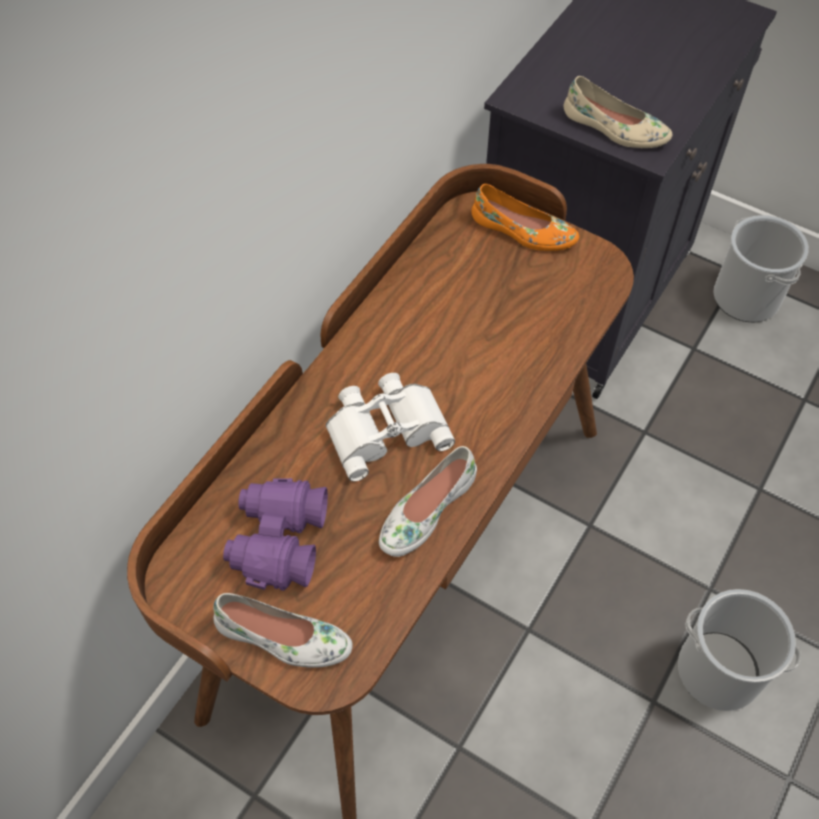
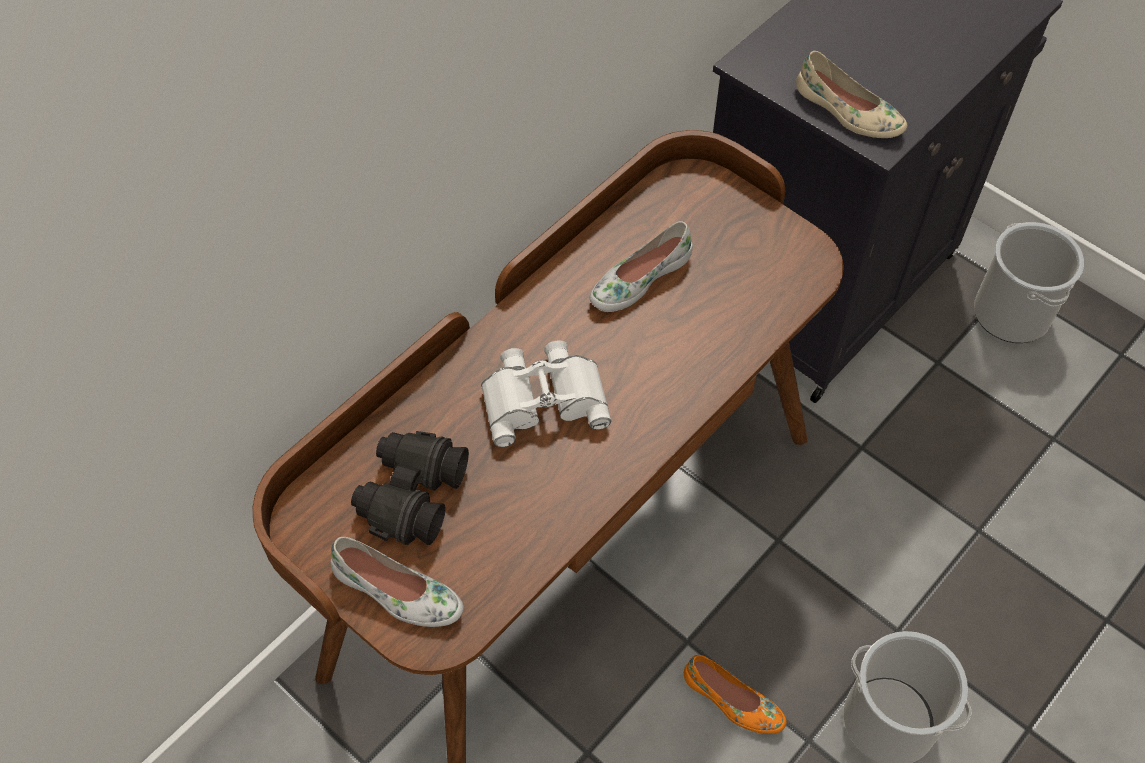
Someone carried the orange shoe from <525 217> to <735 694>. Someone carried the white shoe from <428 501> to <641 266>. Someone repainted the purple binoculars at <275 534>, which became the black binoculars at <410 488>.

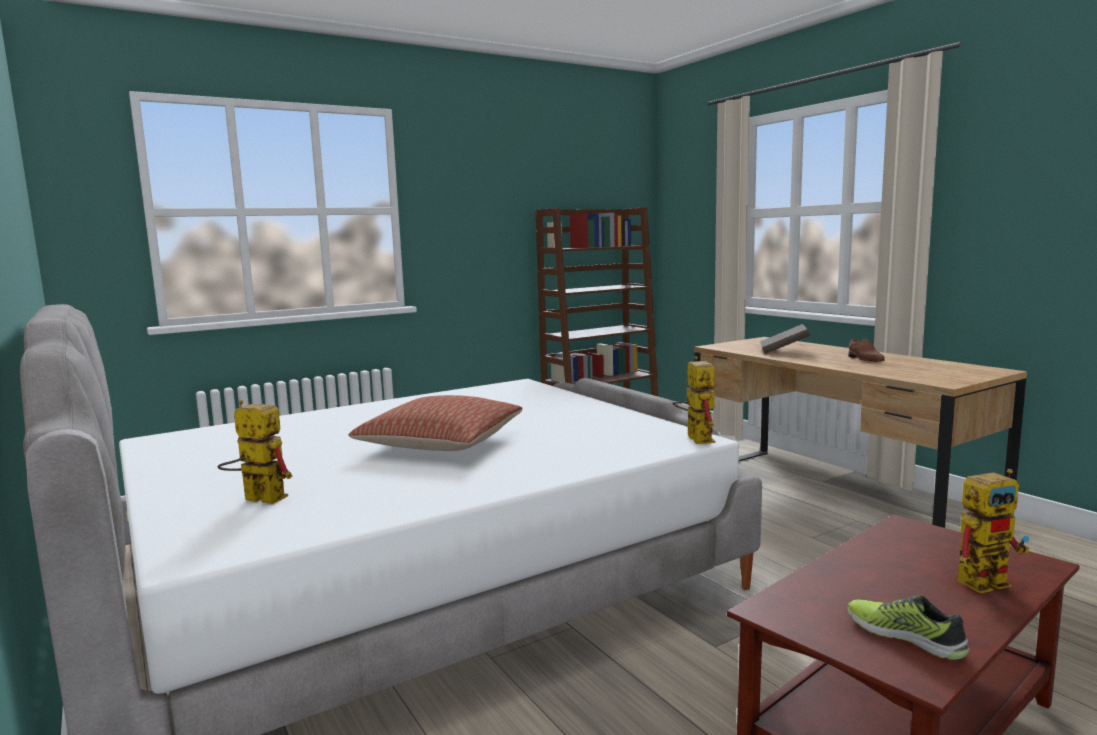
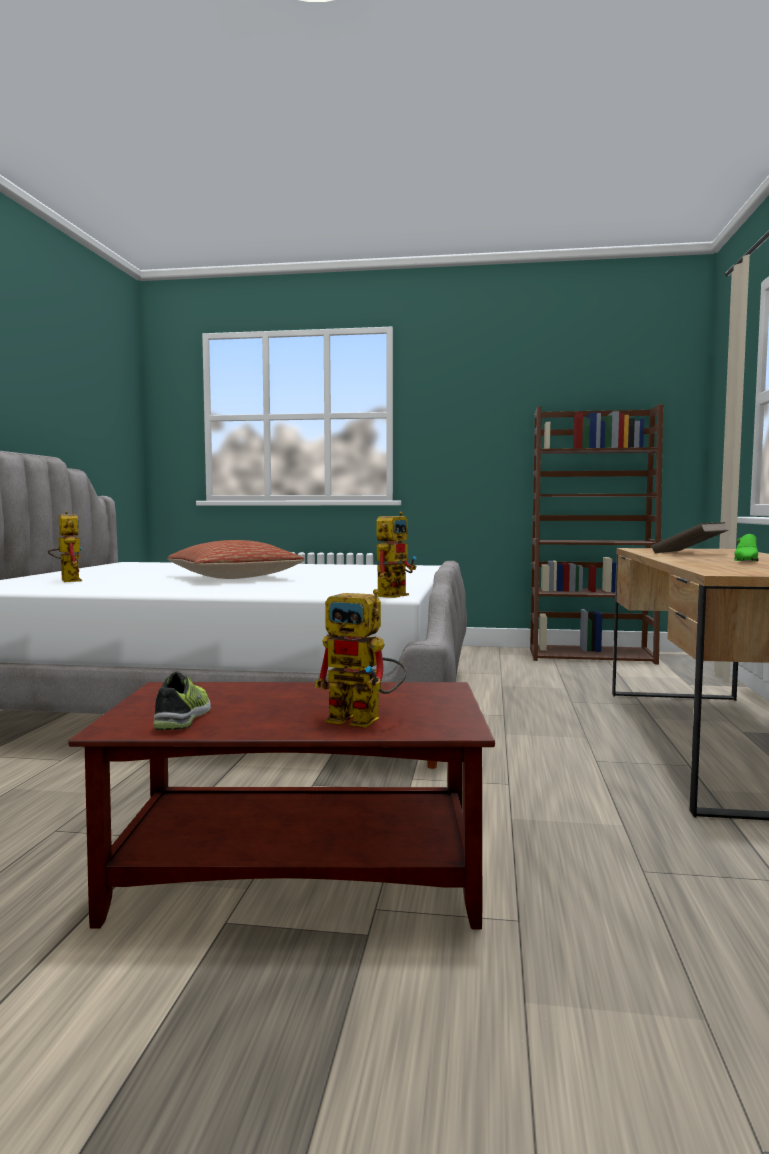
Someone repainted the brown shoe at <866 350>, which became the green shoe at <746 548>.

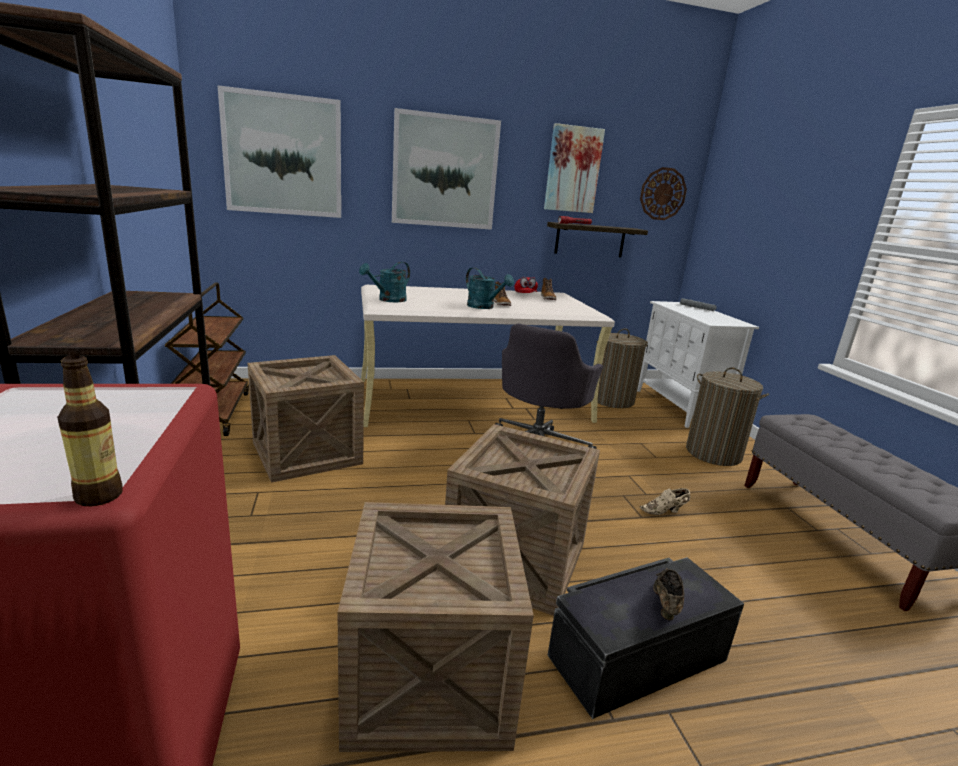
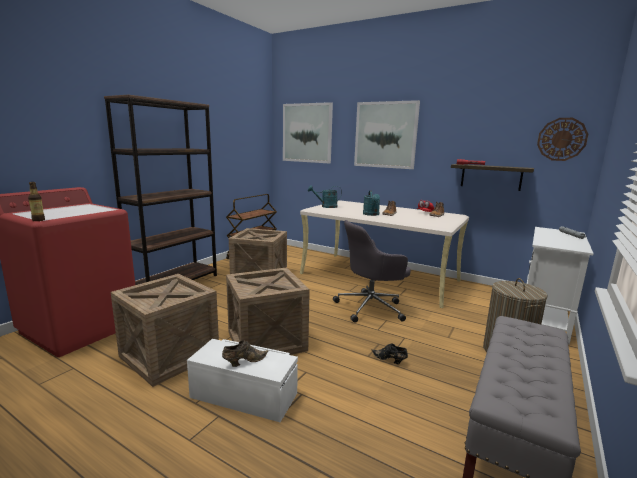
Someone took away the picture at <574 168>. Someone took away the laundry basket at <622 368>. Someone repainted the beige shoe at <665 501>, which became the black shoe at <389 353>. Someone repainted the black storage box at <646 638>, which became the white storage box at <242 380>.

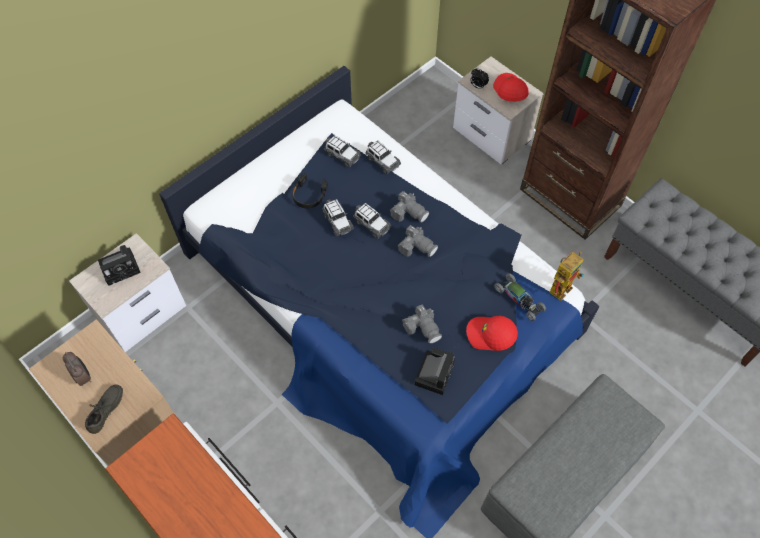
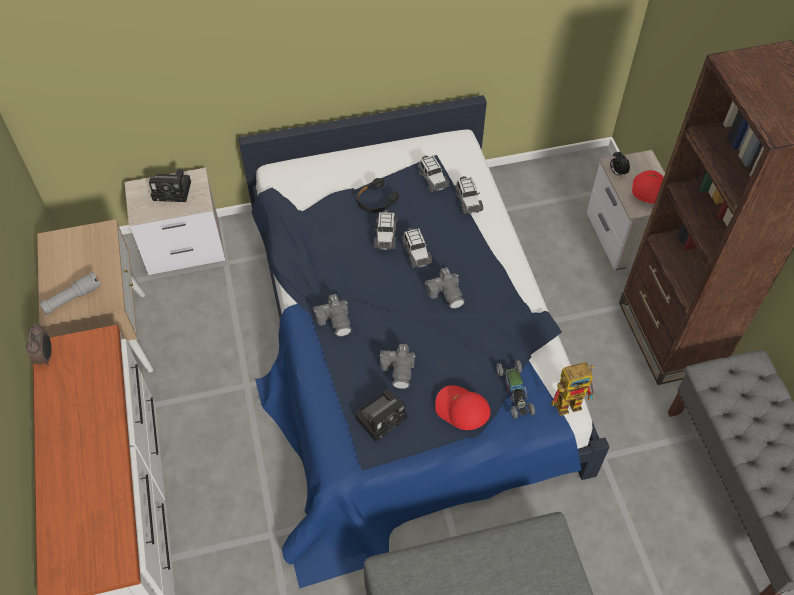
Someone carried the photo camera from <409 207> to <332 315>. Someone carried the alarm clock from <77 369> to <39 344>. Someone swapped the grey shoe at <104 409> for the grey flashlight at <70 293>.

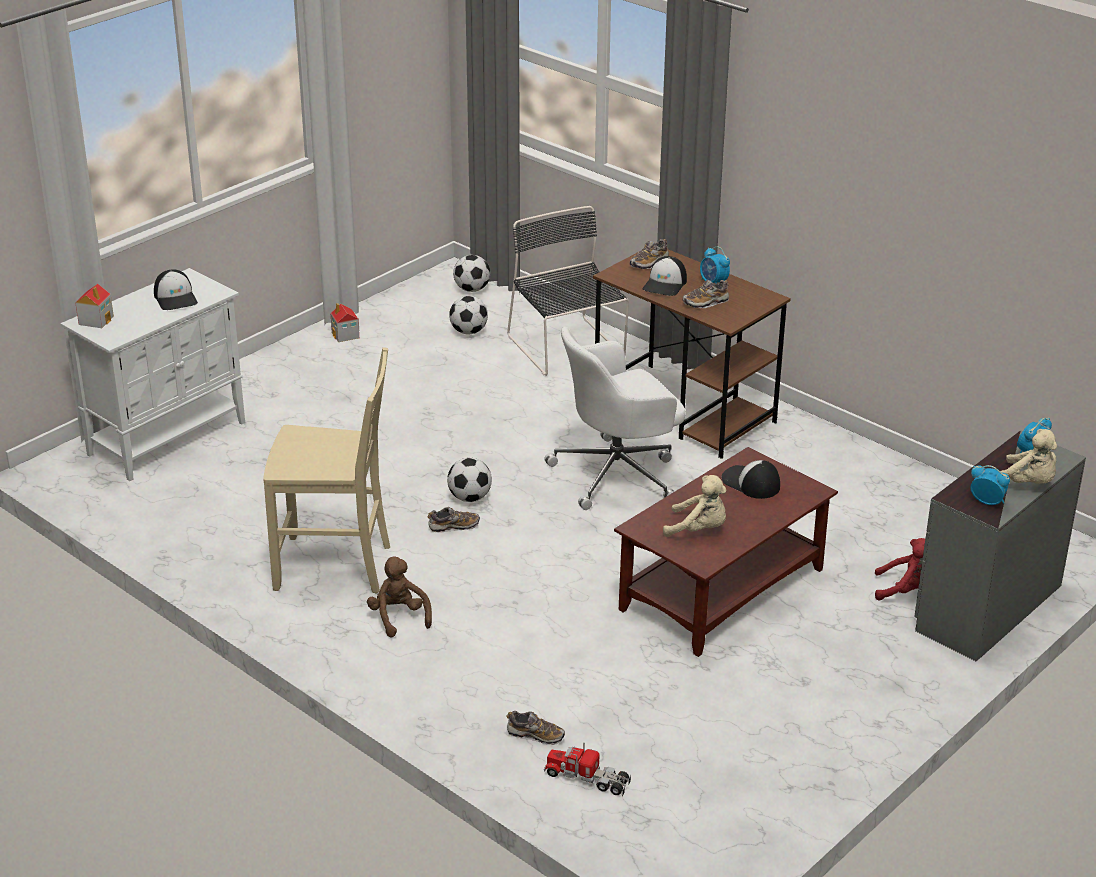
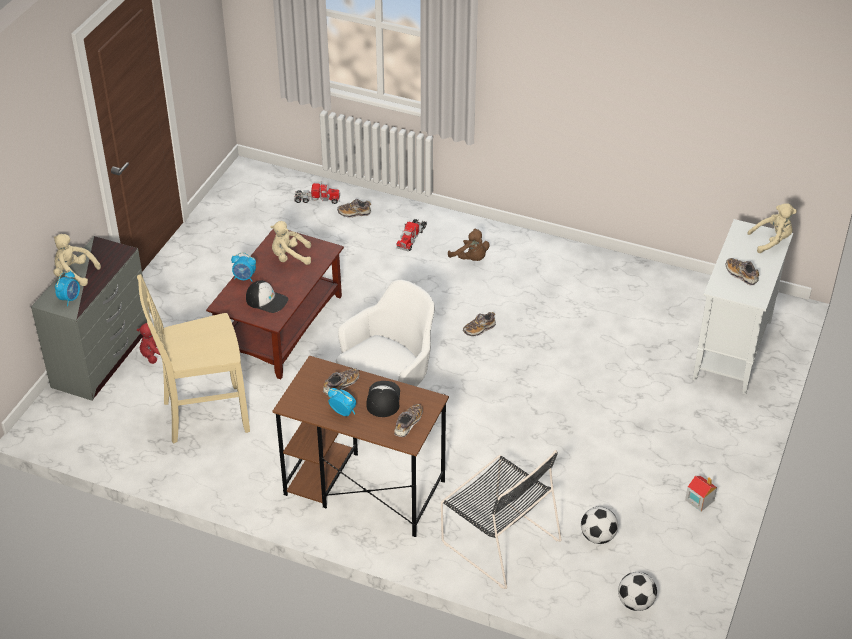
Someone swapped the cap at <176 290> for the shoe at <742 271>. Someone swapped the toy house at <94 306> for the beige plush toy at <772 228>. Someone carried the beige chair from <326 470> to <193 358>. Someone took away the football at <469 480>. Someone carried the alarm clock from <990 485> to <243 267>. Someone put down the toy truck at <411 235>.

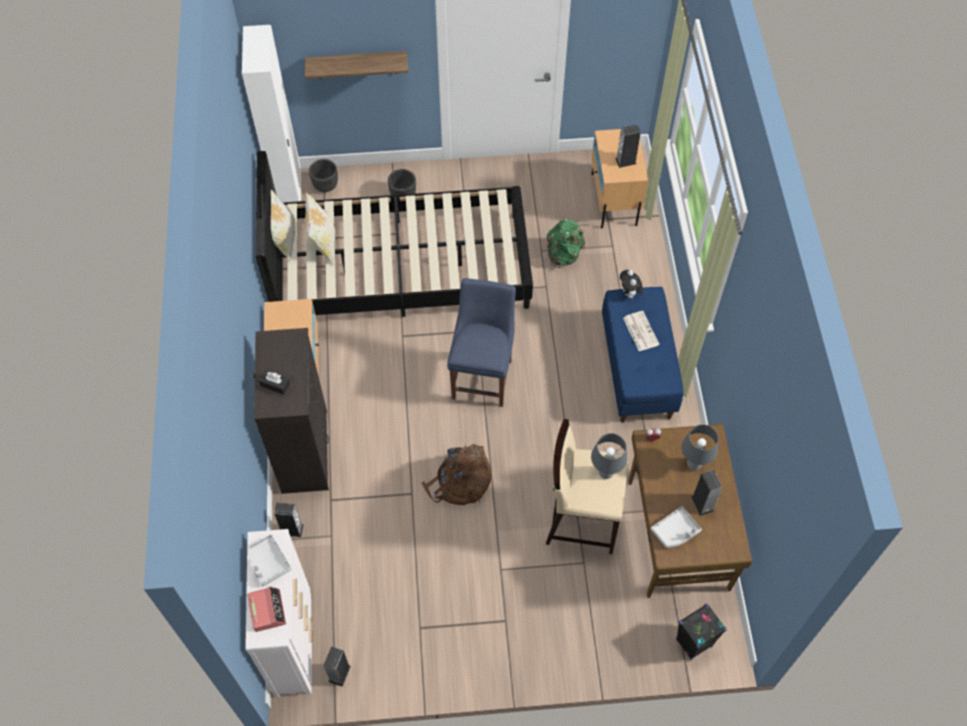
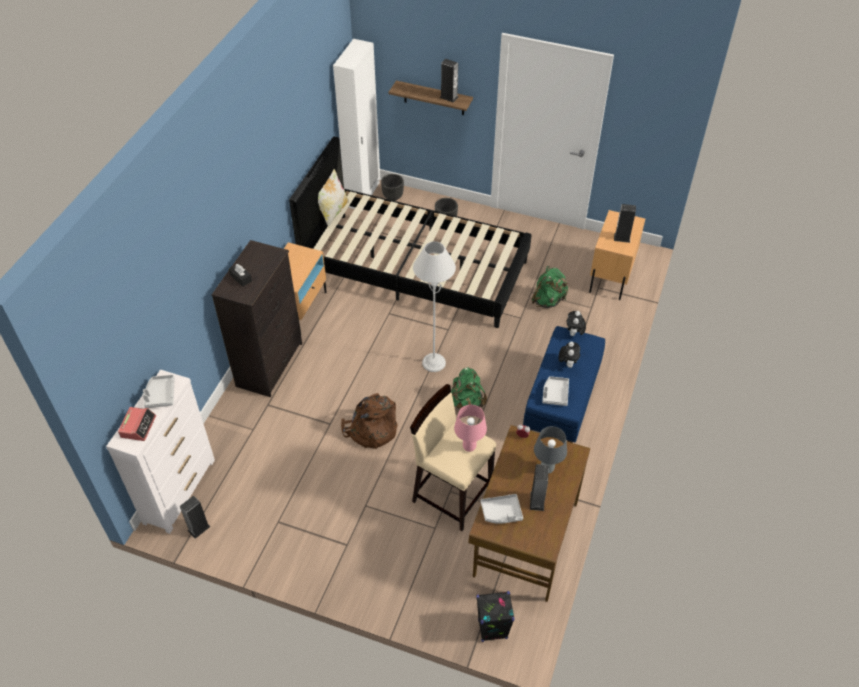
Someone took away the pillow at <320 228>. Someone swapped the blue chair at <481 342> for the grey floor lamp at <434 306>. Someone swapped the newspaper at <641 331> for the plush toy at <569 355>. Someone repainted the grey table lamp at <609 456>, which became the pink table lamp at <470 428>. Someone carried the speaker from <289 520> to <449 80>. Someone put down the green backpack at <469 388>. Someone put down the grey tray at <555 391>.

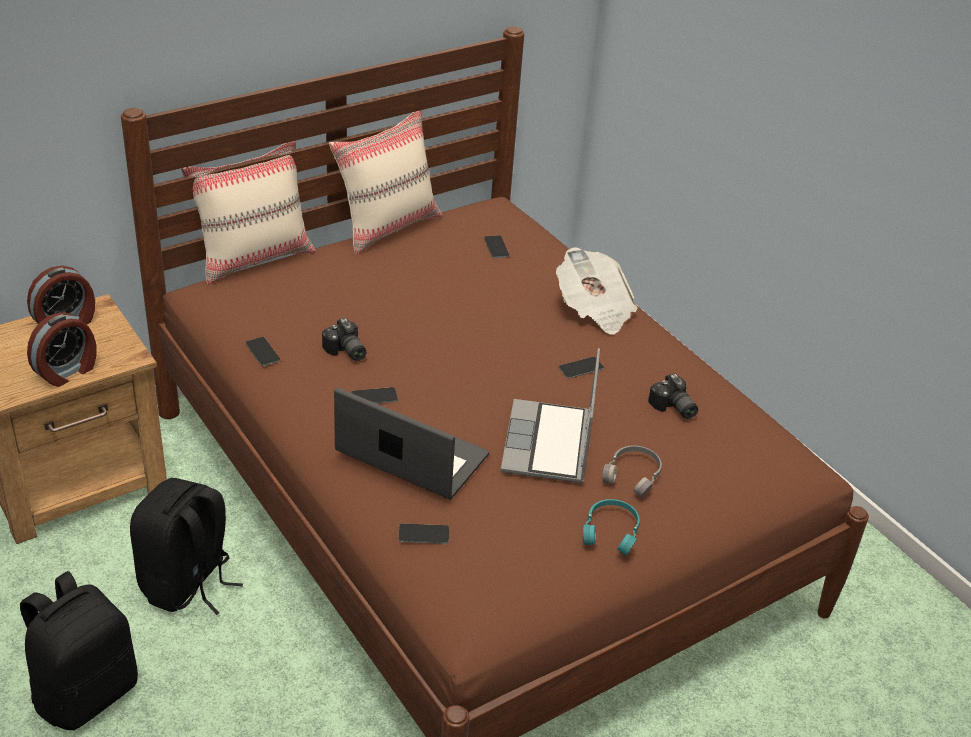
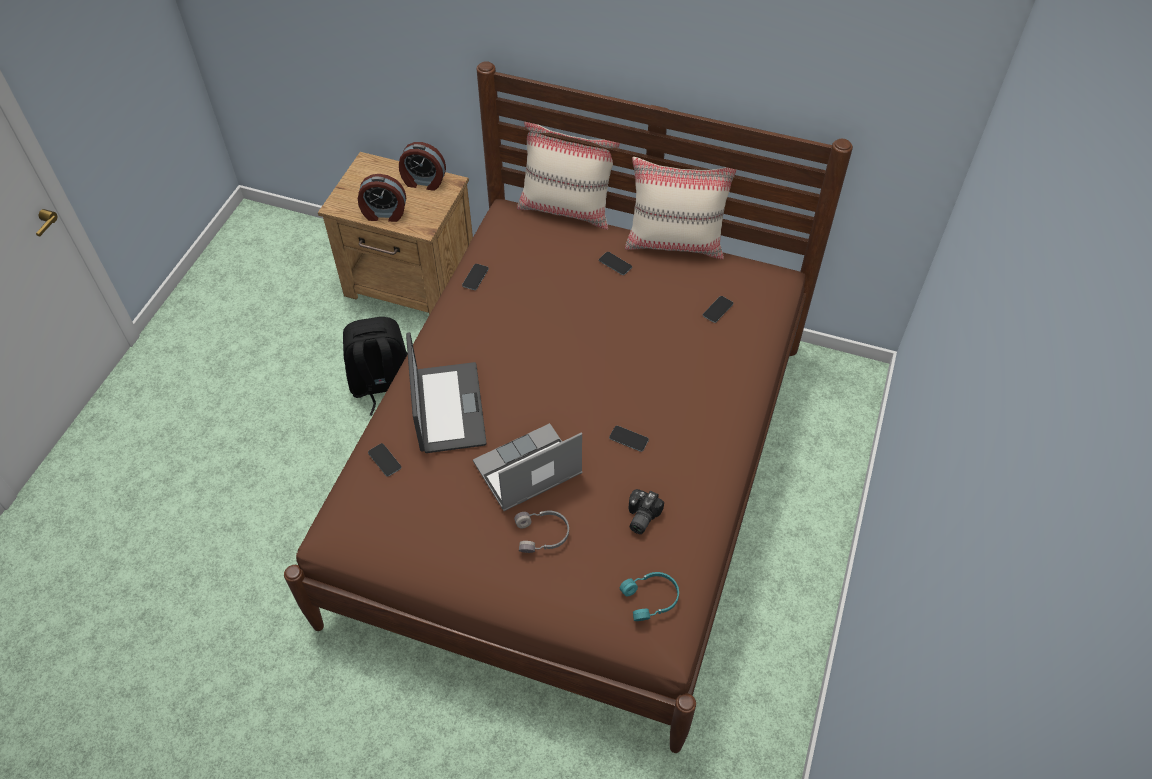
Someone took away the newspaper at <597 291>. Someone took away the photo camera at <344 339>. Someone carried the phone from <374 395> to <615 263>. Someone carried the turquoise headphones from <611 527> to <649 596>. Someone took away the black backpack at <79 650>.

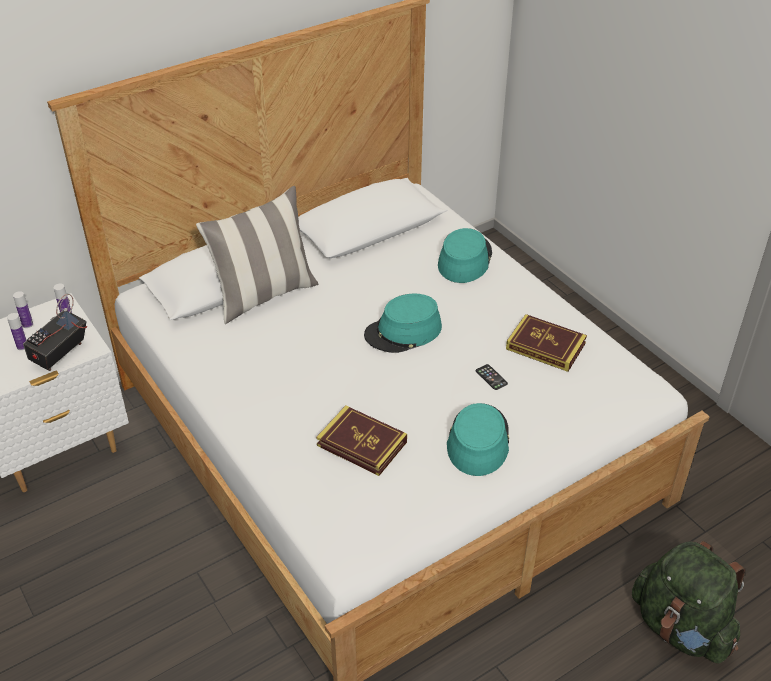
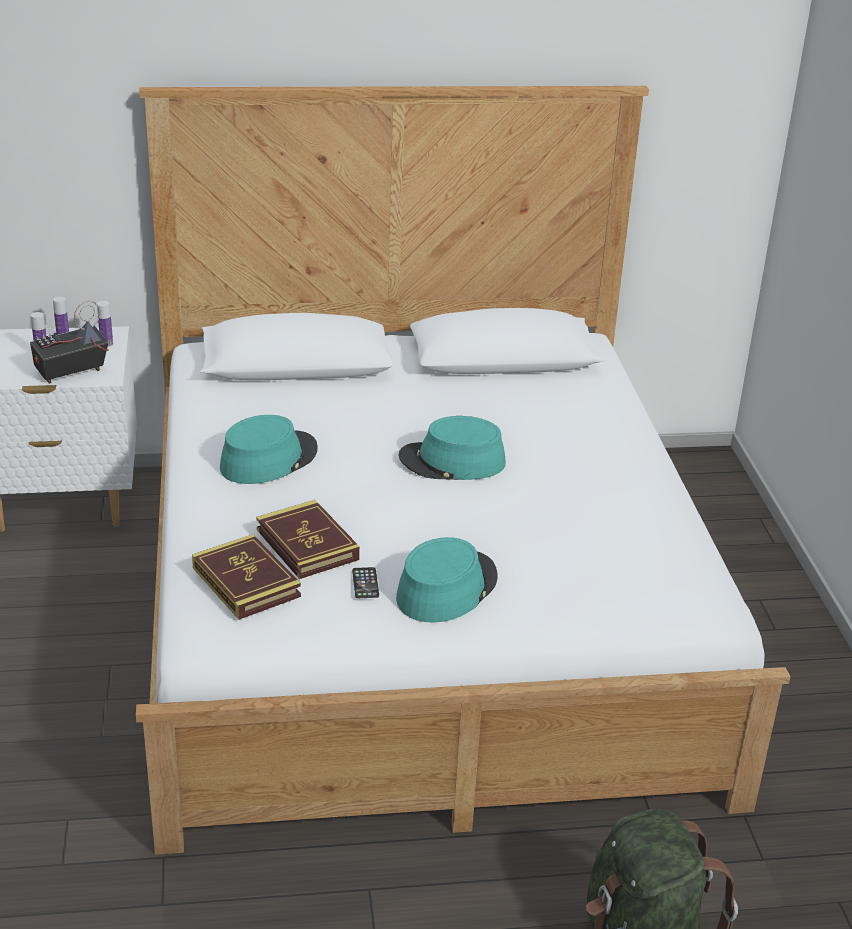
Someone took away the pillow at <257 255>. Someone carried the turquoise hat from <465 255> to <269 449>. Someone carried the book from <546 343> to <246 577>. Someone carried the phone from <492 377> to <365 582>.

